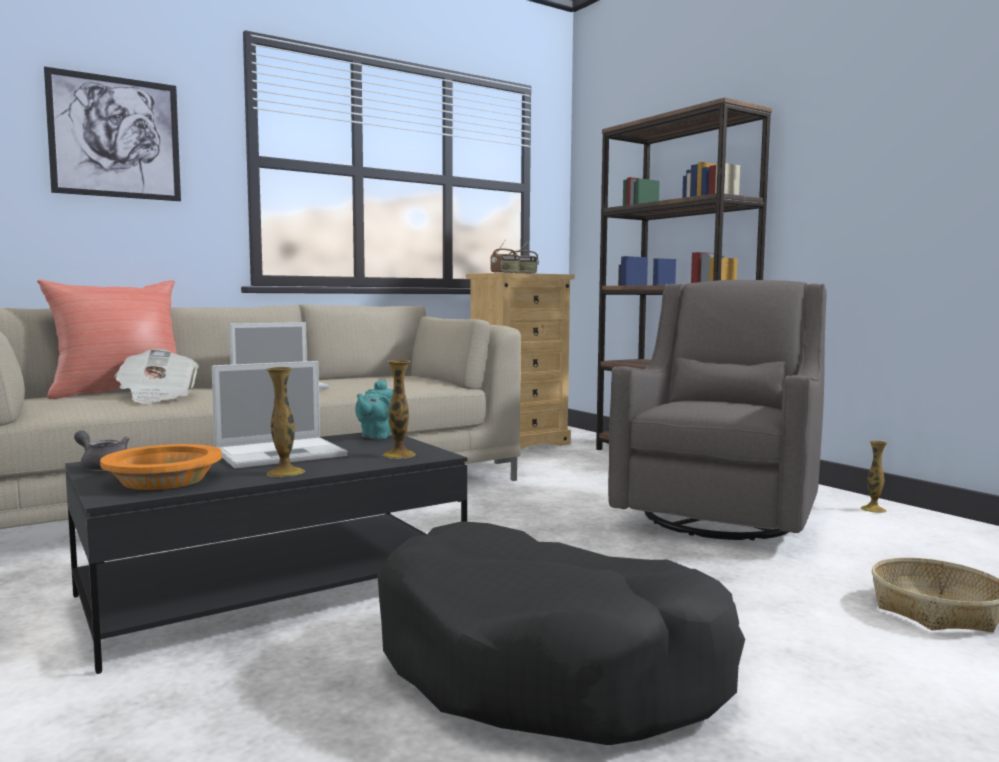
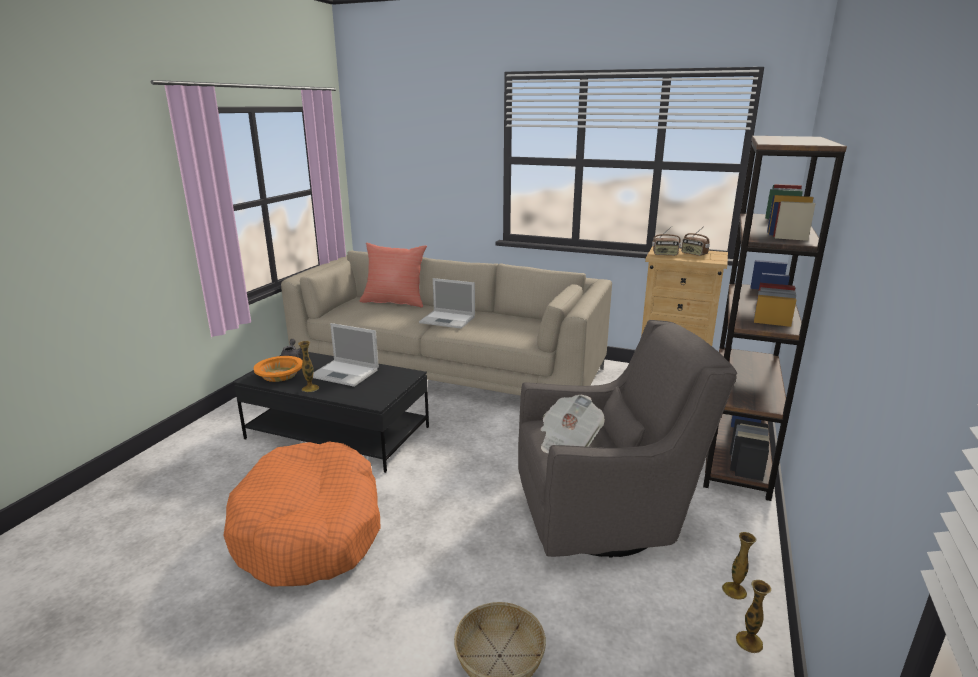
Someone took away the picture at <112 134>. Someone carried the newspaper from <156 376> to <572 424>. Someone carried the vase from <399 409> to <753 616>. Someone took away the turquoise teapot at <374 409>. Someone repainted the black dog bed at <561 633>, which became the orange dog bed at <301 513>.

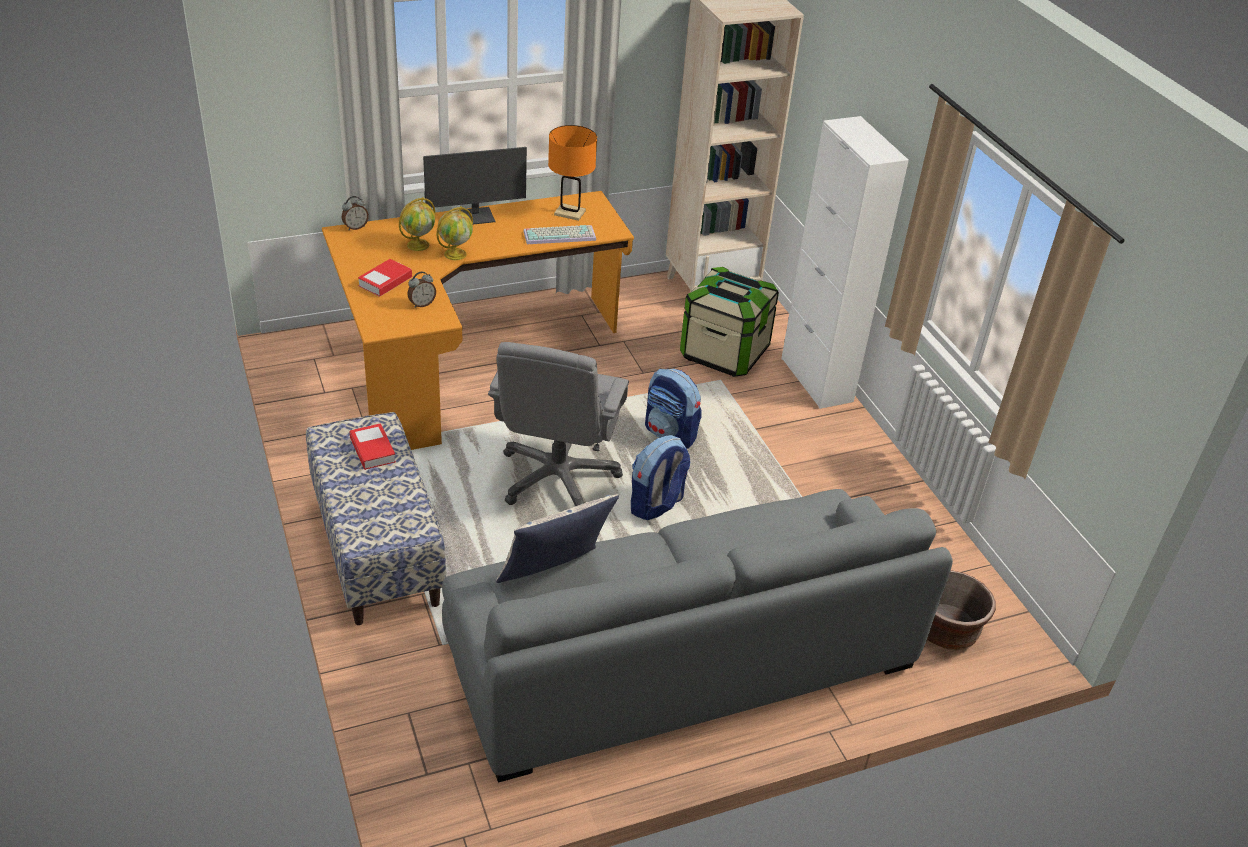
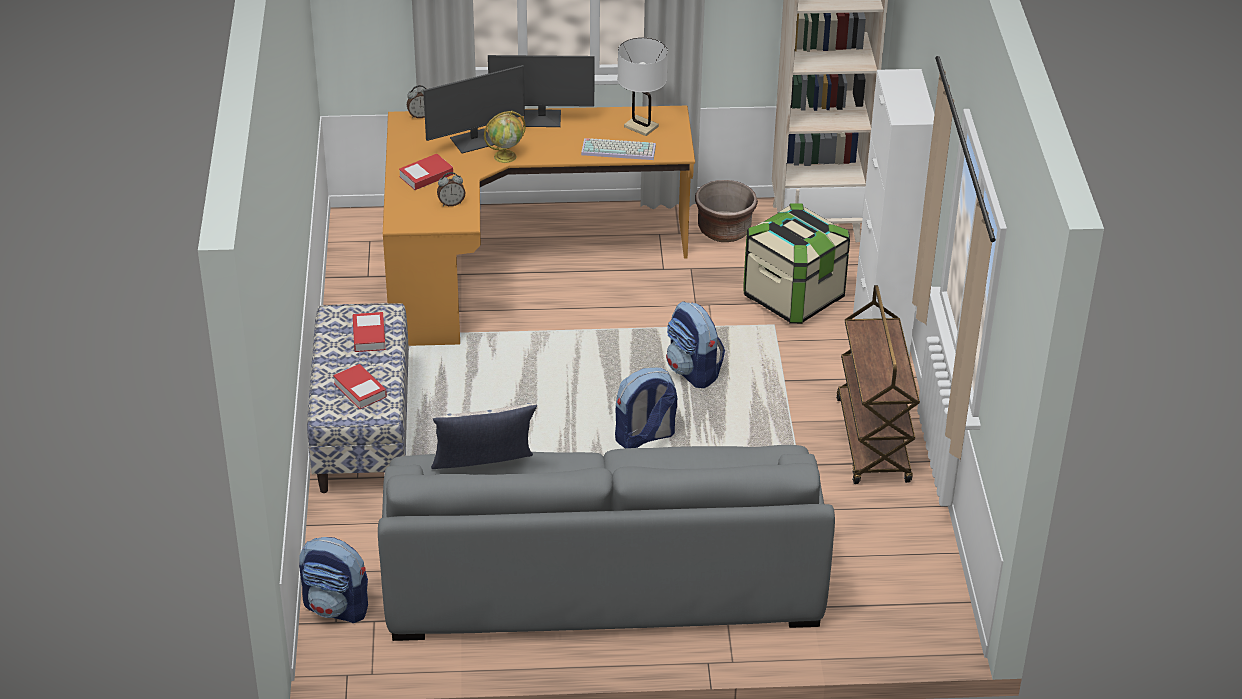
Someone repainted the orange table lamp at <572 173>, which became the white table lamp at <643 86>. Someone swapped the globe at <417 224> for the monitor at <474 109>. Someone took away the grey office chair at <558 424>. Someone carried the brown planter from <961 610> to <726 211>. Someone put down the brown cart at <878 384>. Someone put down the book at <360 386>. Someone put down the backpack at <333 580>.

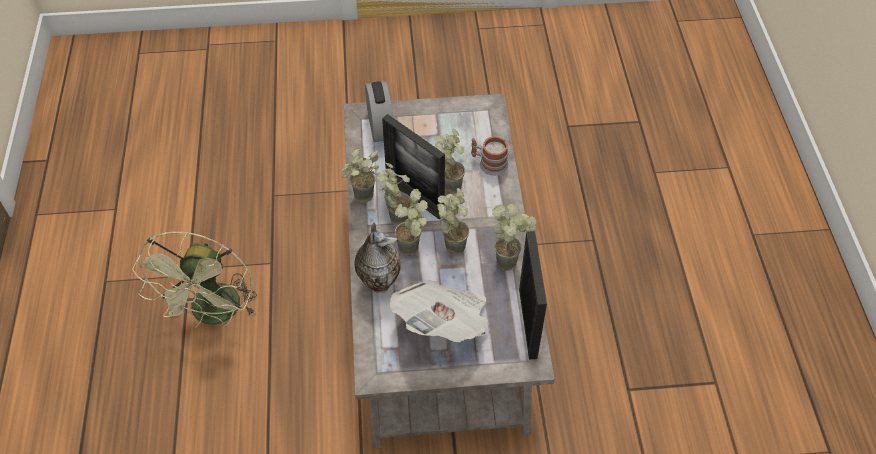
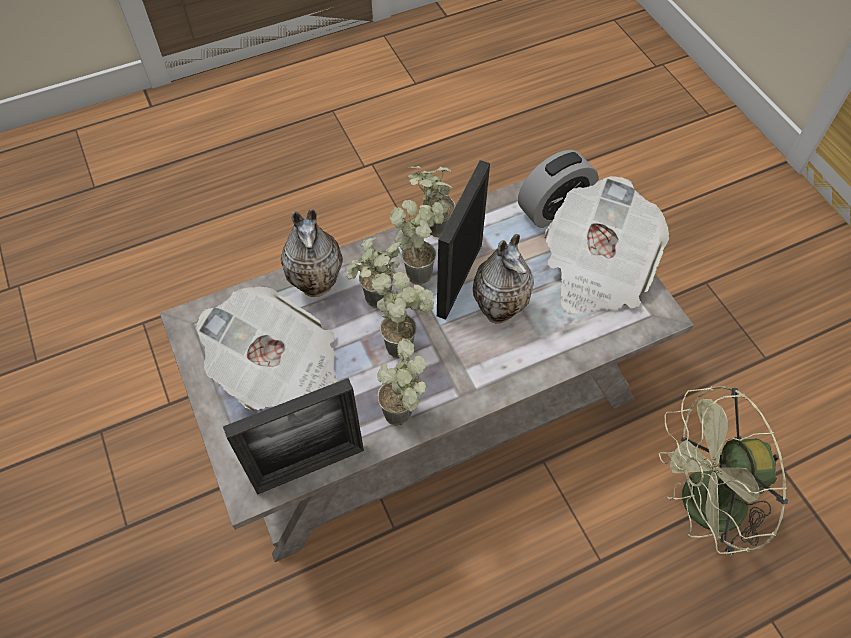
Someone swapped the potted plant at <450 161> for the vase at <503 279>. Someone took away the mug at <490 156>. Someone carried the green fan from <194 279> to <723 472>. Someone put down the newspaper at <607 245>.

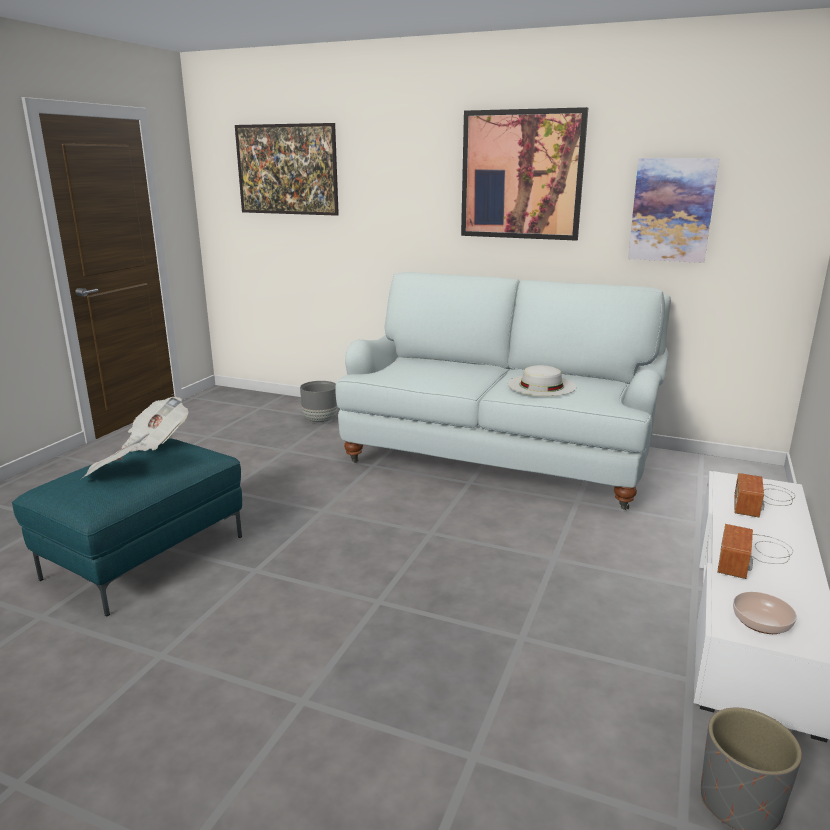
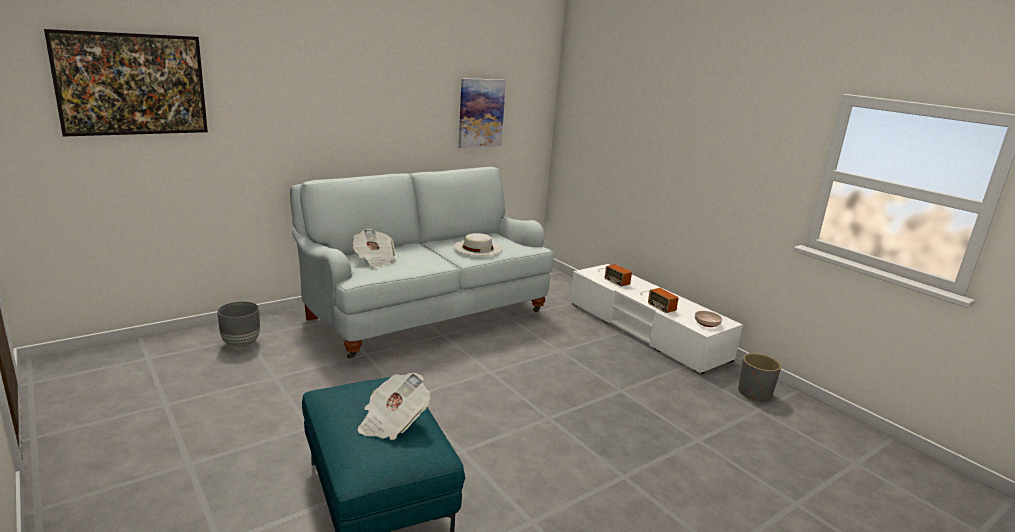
Someone took away the picture at <524 174>. Someone carried the newspaper from <155 424> to <374 248>.

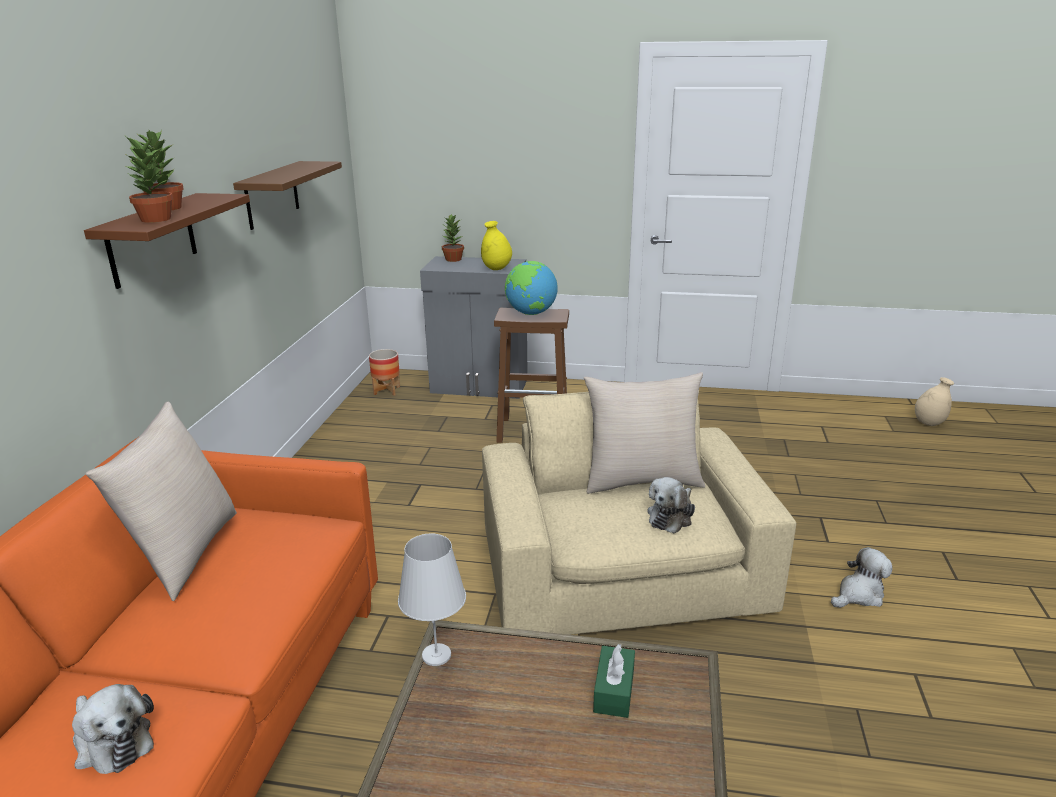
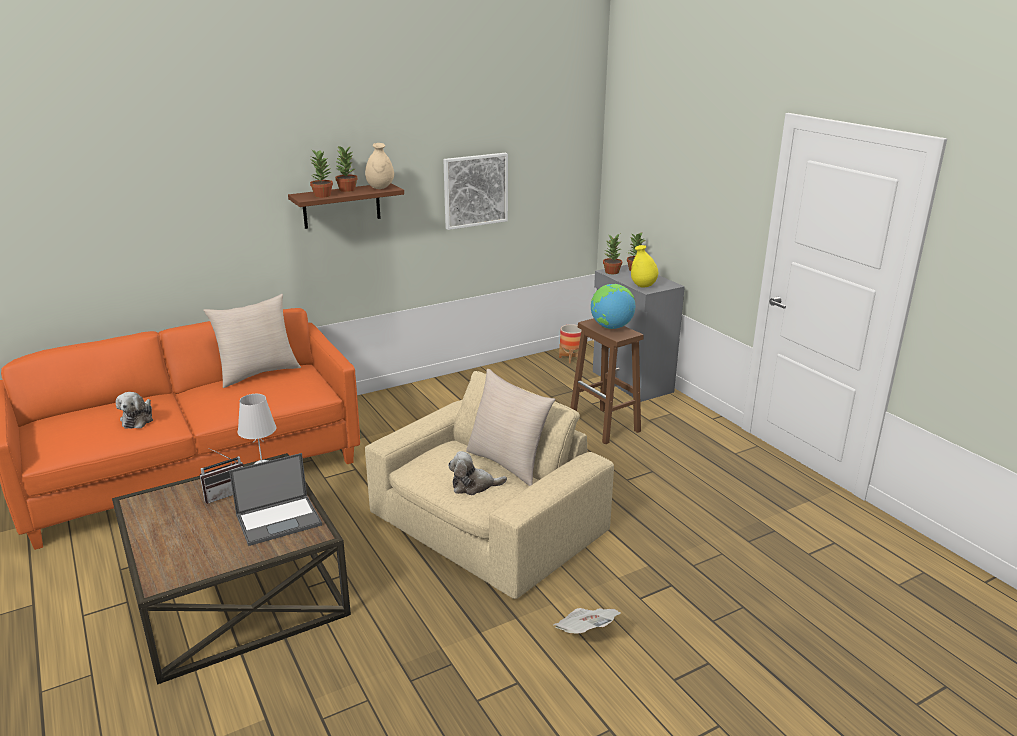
Someone swapped the brown shelf at <287 195> for the picture at <475 191>. Someone carried the beige vase from <934 401> to <379 166>. Someone swapped the plush toy at <861 577> for the newspaper at <587 620>. Someone swapped the green tissue box at <614 681> for the laptop at <275 499>. Someone put down the potted plant at <612 254>. Someone put down the radio at <221 476>.

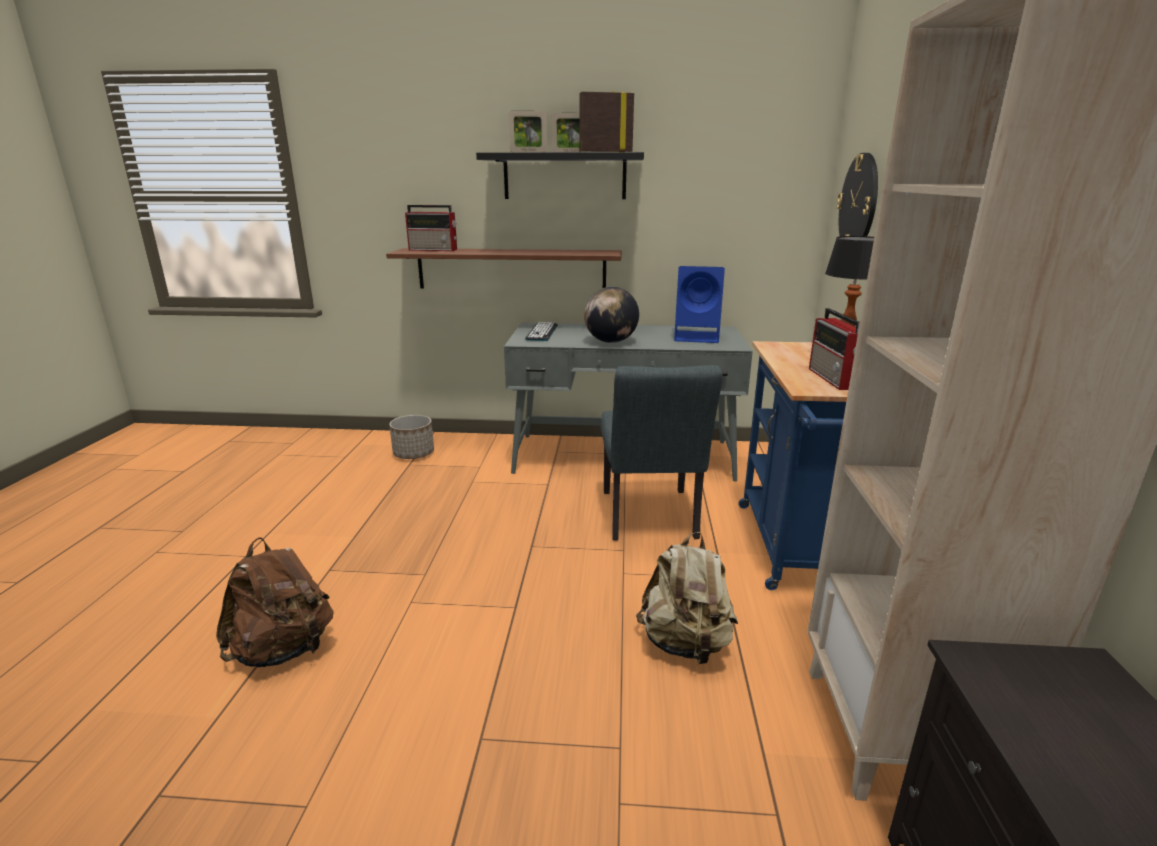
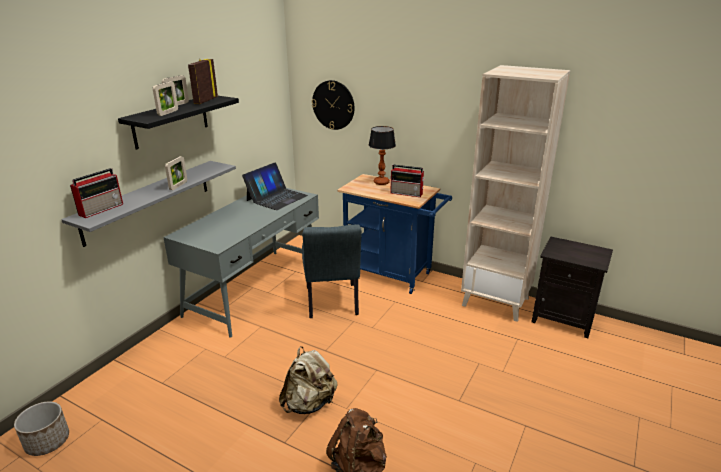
Someone repainted the brown shelf at <504 268>, which became the grey shelf at <148 204>. Someone swapped the blue speaker at <699 304> for the laptop at <275 186>. Someone took away the globe at <611 315>. Someone took away the keyboard at <541 331>. Someone rotated the grey chair at <662 453> by 60 degrees clockwise. Someone carried the planter from <411 437> to <41 428>. Someone carried the beige backpack from <687 598> to <308 380>. Someone put down the picture frame at <176 173>.

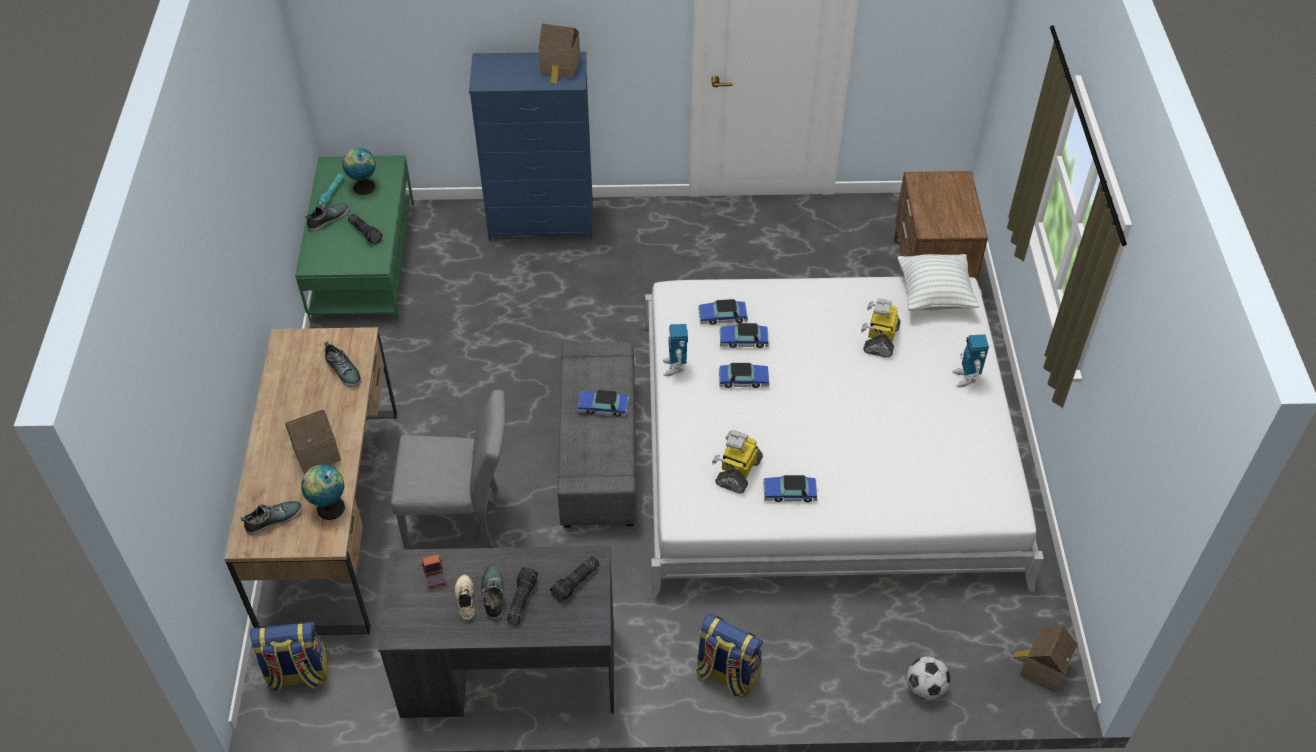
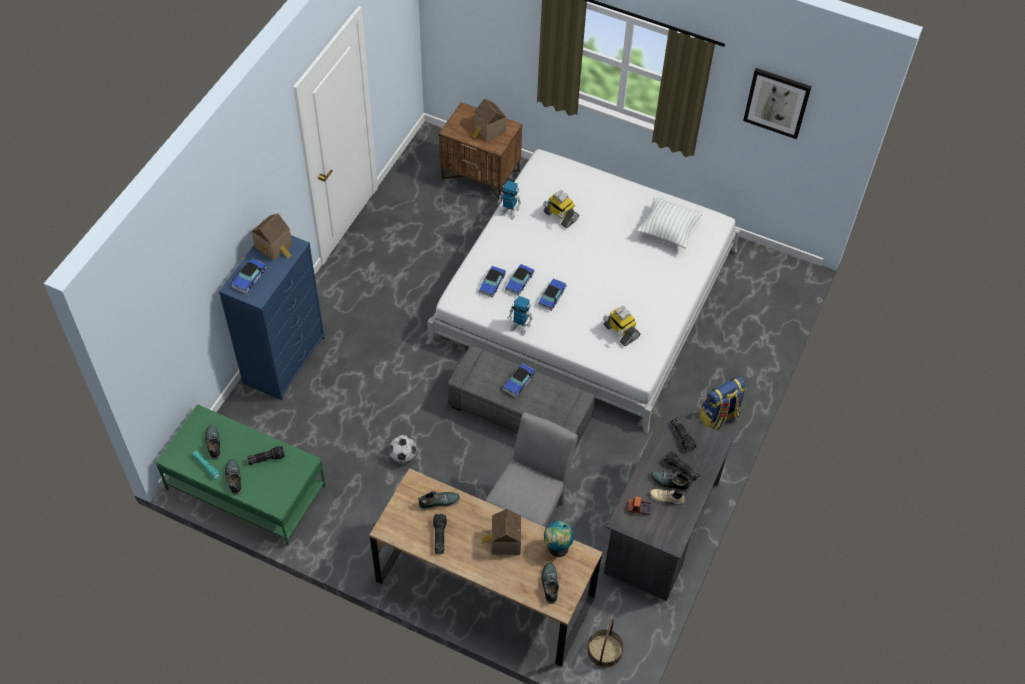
Someone swapped the globe at <359 171> for the shoe at <213 442>. Someone carried the pillow from <939 282> to <669 222>. Someone carried the toy robot from <971 360> to <509 200>. Someone carried the toy car from <790 489> to <249 276>. Someone swapped the backpack at <289 657> for the basket at <605 643>. Someone carried the toy house from <1045 659> to <489 120>. Someone carried the football from <928 678> to <403 449>. Someone put up the picture at <777 103>. Someone put down the flashlight at <440 534>.

